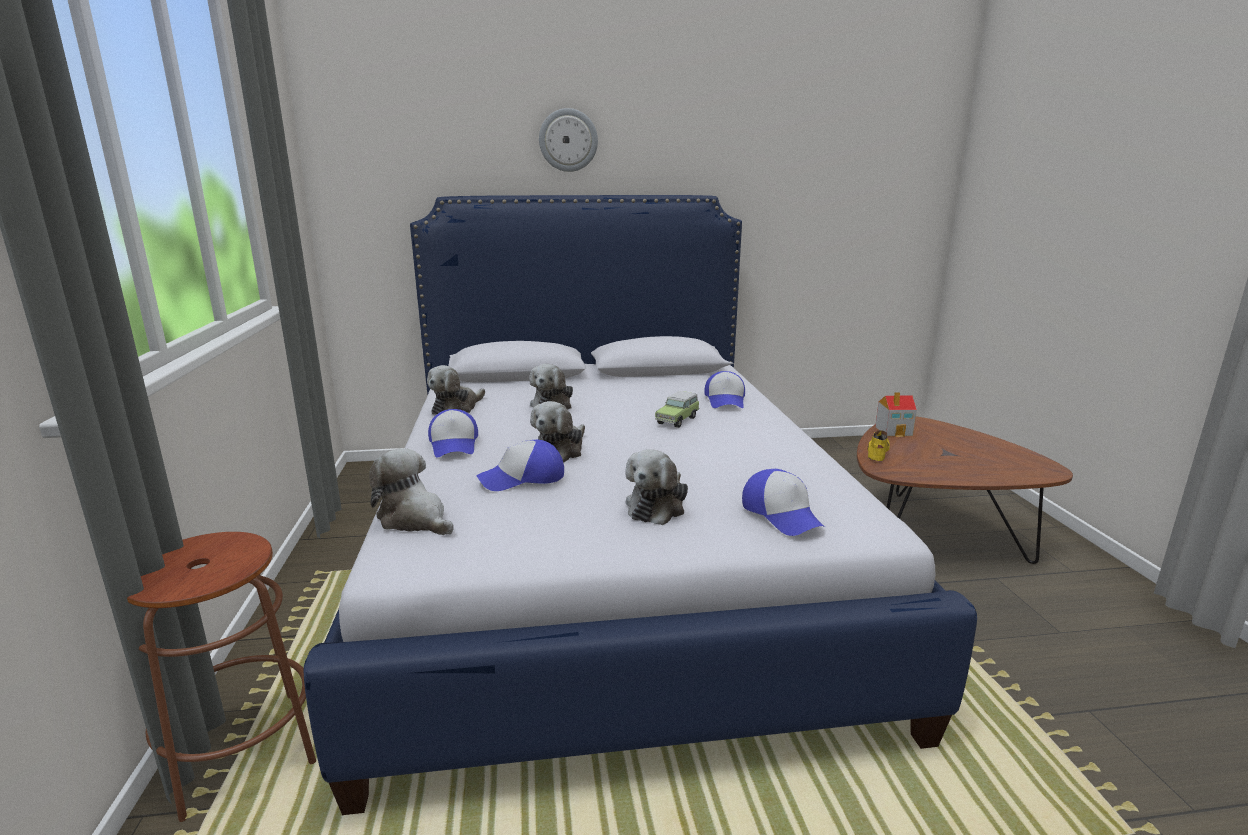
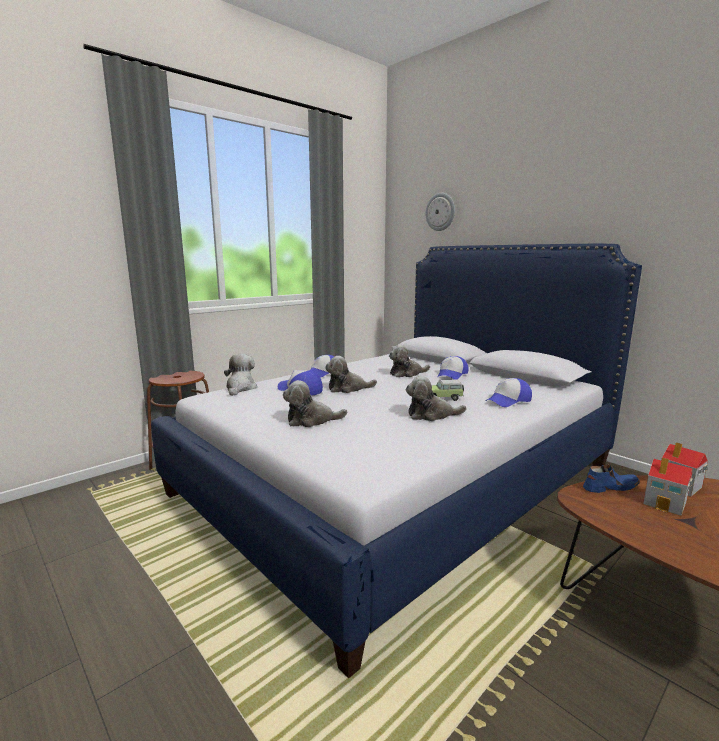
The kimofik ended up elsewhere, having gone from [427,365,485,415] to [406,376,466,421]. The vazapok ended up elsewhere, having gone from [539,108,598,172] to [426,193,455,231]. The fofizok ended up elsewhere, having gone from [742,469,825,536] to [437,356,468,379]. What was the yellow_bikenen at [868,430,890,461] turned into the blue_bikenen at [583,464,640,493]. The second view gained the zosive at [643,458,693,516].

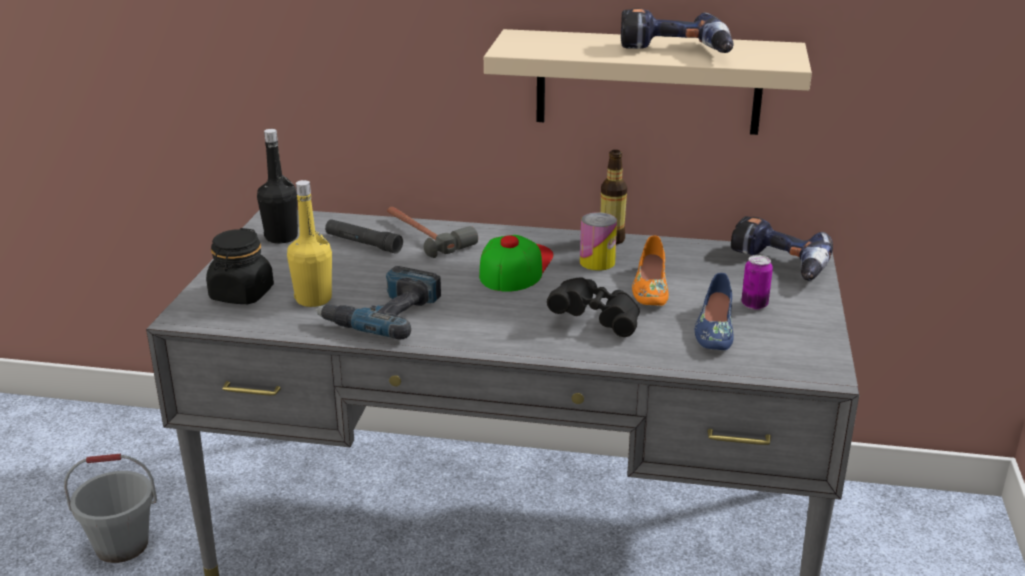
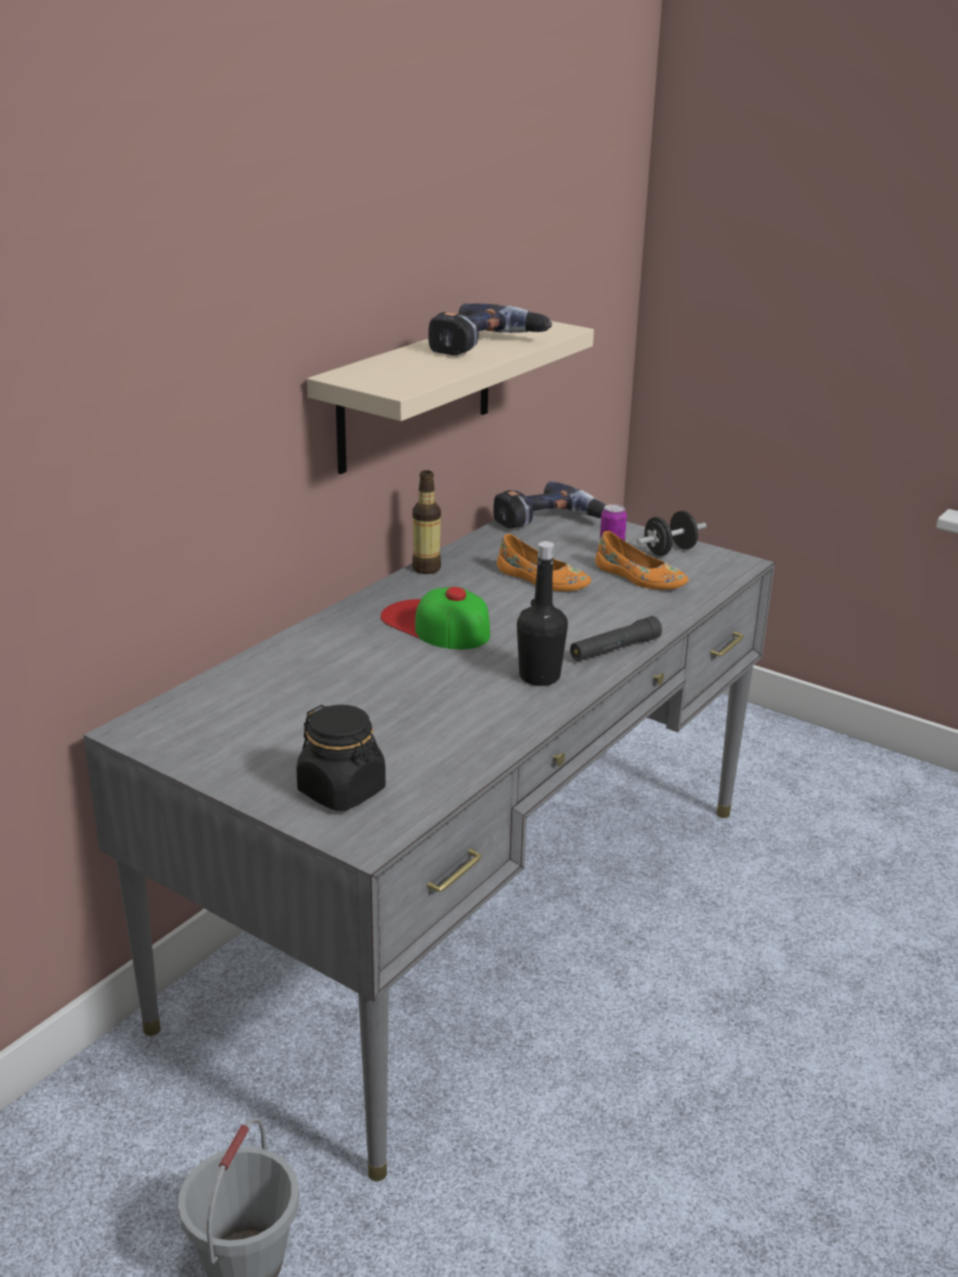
The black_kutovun ended up elsewhere, having gone from [257,129,298,244] to [517,541,568,686]. The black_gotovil ended up elsewhere, having gone from [325,219,403,254] to [570,616,662,661]. What was the blue_bikenen at [695,273,734,350] turned into the orange_bikenen at [595,531,688,590]. The second view gained the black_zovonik at [636,511,706,556]. The second view lost the yellow_kutovun at [287,180,332,307]. The second view lost the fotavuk at [315,266,441,340]. The second view lost the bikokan at [387,207,478,258]. The second view lost the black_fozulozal at [547,277,640,337]. The second view lost the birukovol at [580,212,617,271].

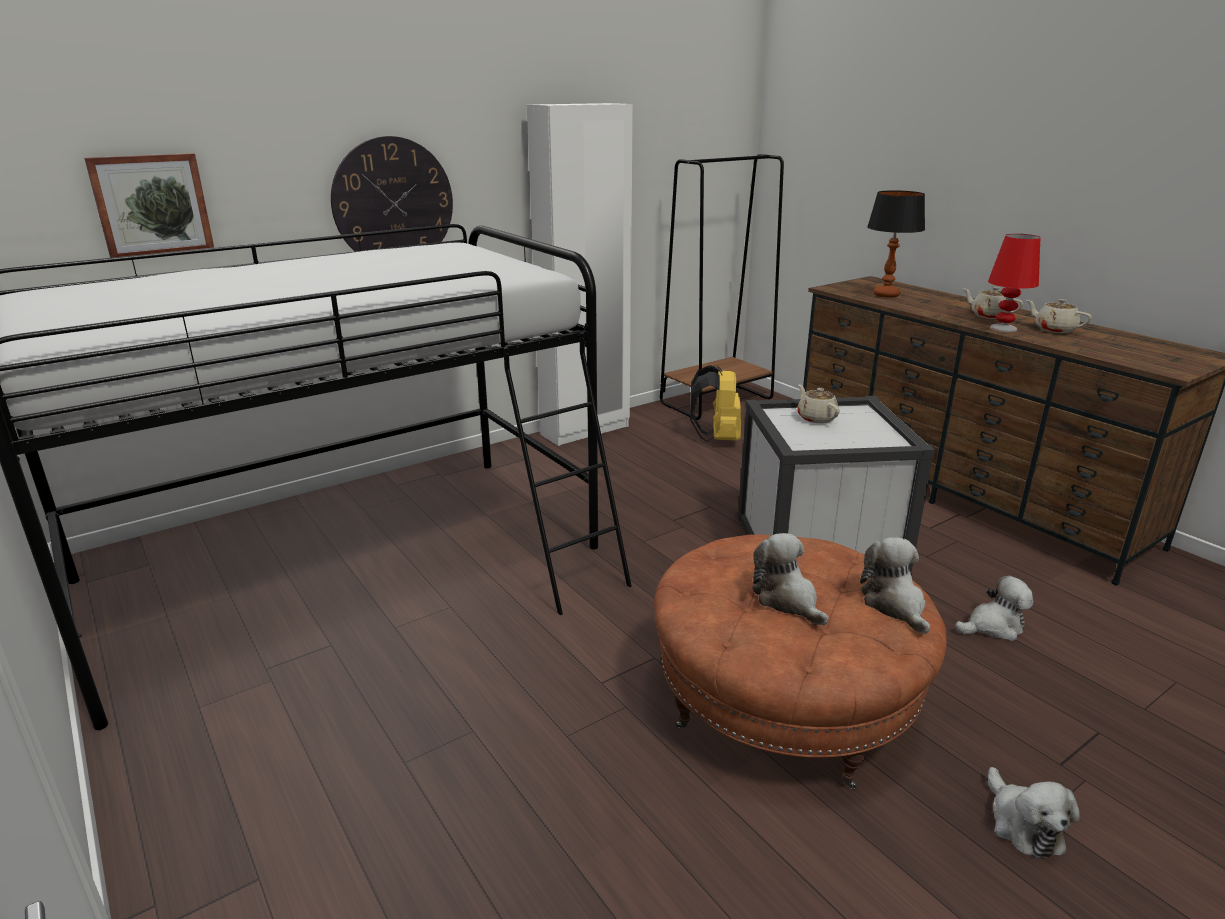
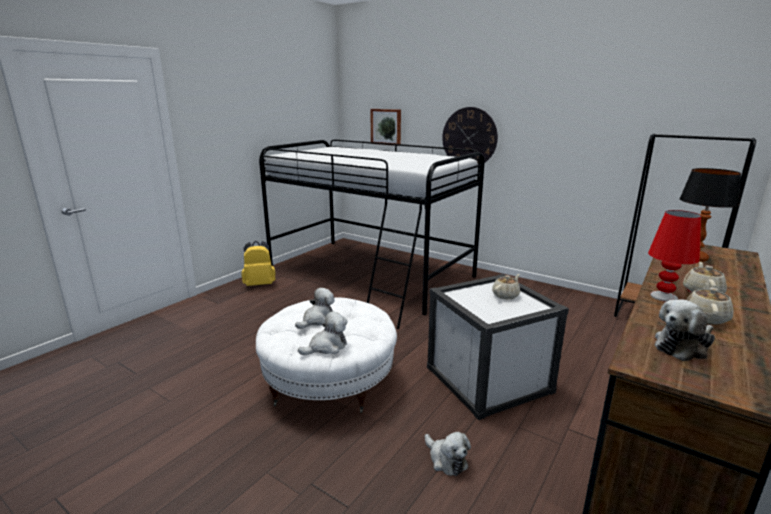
The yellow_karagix ended up elsewhere, having gone from [690,365,741,442] to [242,241,276,286]. What was the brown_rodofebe at [654,534,947,790] turned into the white_rodofebe at [256,297,397,413]. The kimofik ended up elsewhere, having gone from [988,767,1080,859] to [655,299,715,361]. The second view lost the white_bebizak at [527,103,633,446].

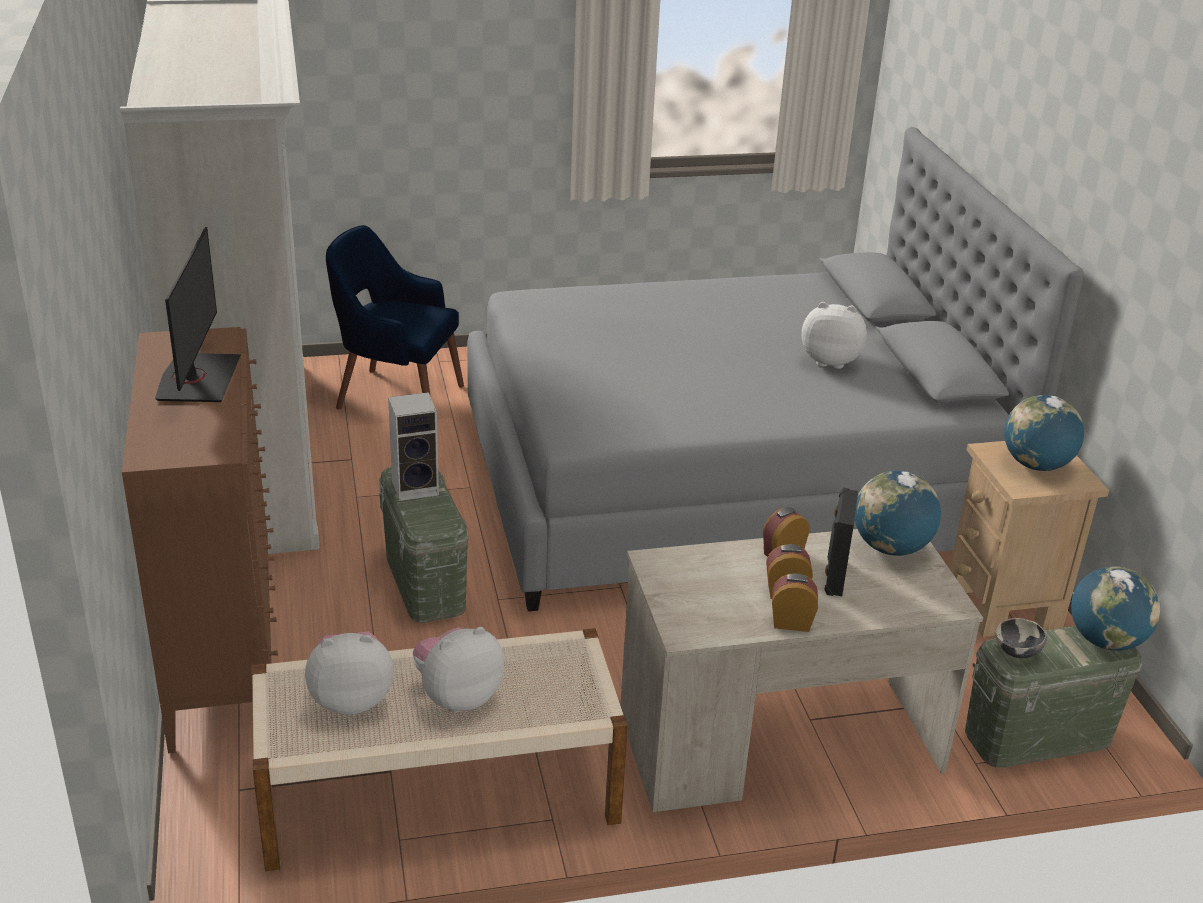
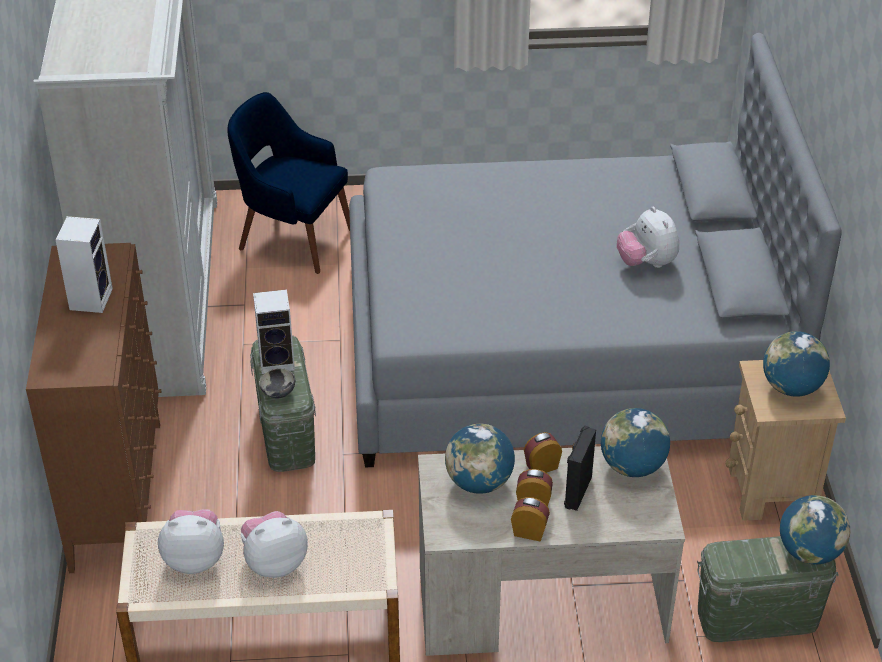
Where the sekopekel stood at [155,227,241,402], the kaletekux came to stand at [55,216,113,313]. The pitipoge ended up elsewhere, having gone from [995,618,1047,659] to [259,368,295,399]. The second view gained the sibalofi at [445,424,515,494]. The kimofik at [802,302,867,369] ended up facing another way, 135 degrees counterclockwise from before.

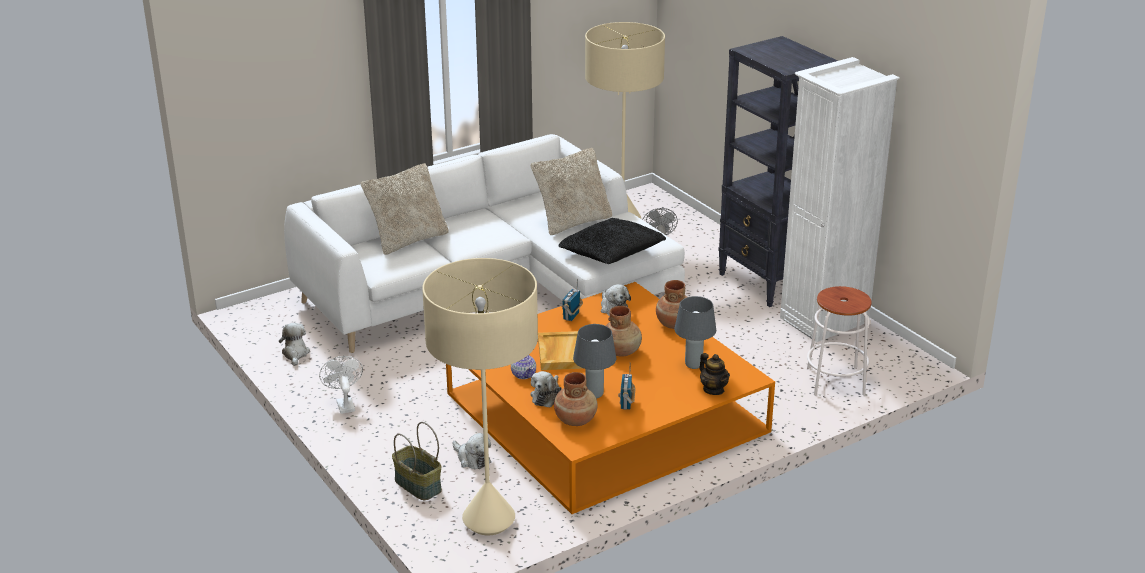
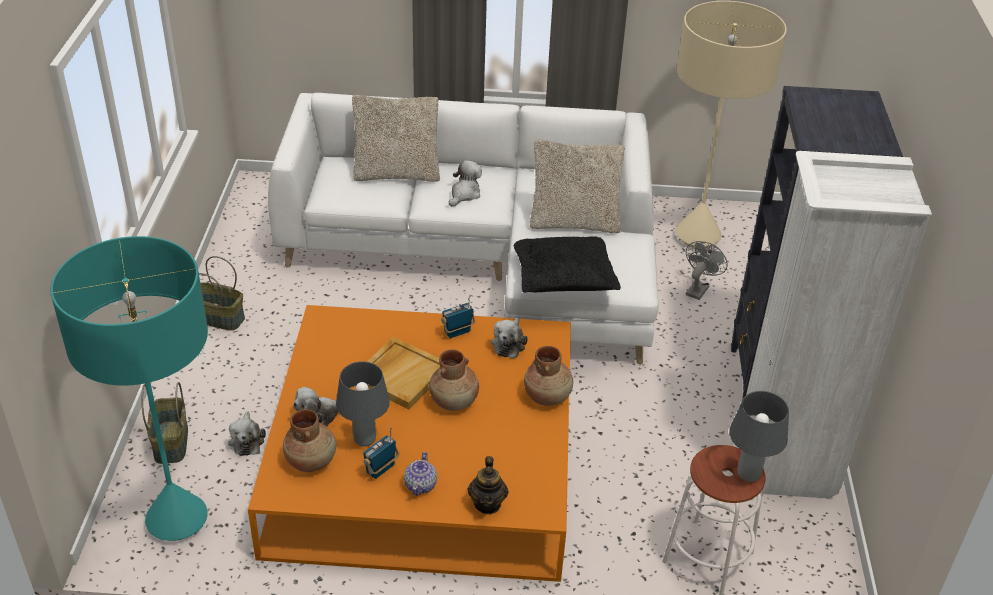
What was the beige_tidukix at [422,258,538,535] turned into the turquoise_tidukix at [51,236,208,541]. Where the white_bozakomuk stood at [319,356,363,414], the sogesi came to stand at [199,256,245,330]. The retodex ended up elsewhere, having gone from [511,355,536,379] to [404,452,437,496]. The kimofik ended up elsewhere, having gone from [279,323,310,366] to [449,160,482,207]. The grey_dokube ended up elsewhere, having gone from [674,296,716,369] to [729,391,789,482].

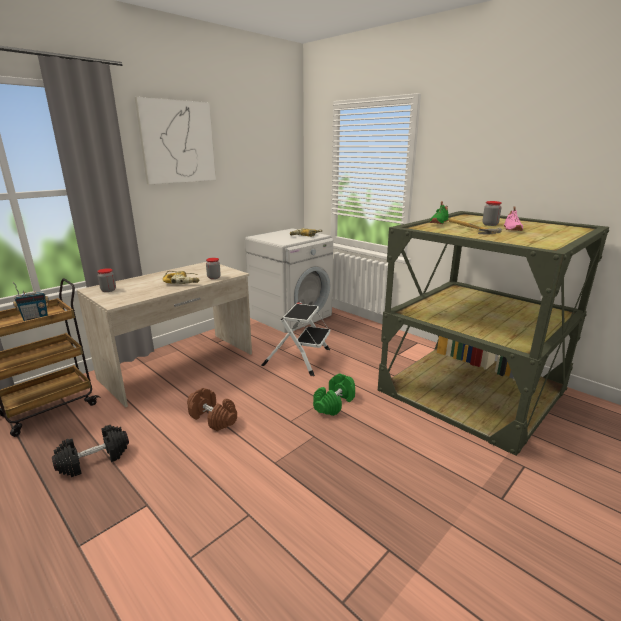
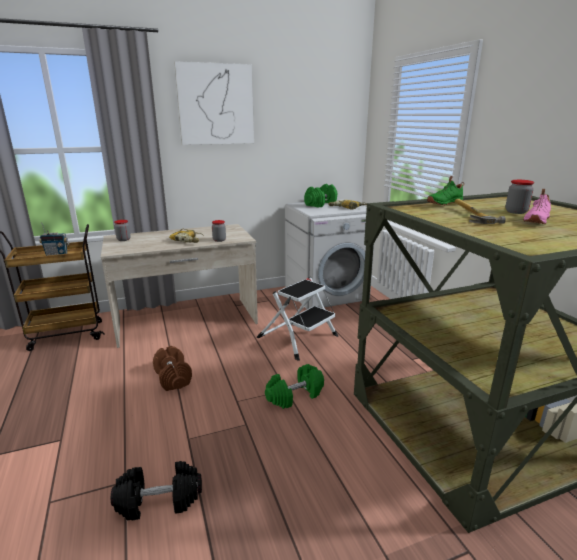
The black_zovonik ended up elsewhere, having gone from [52,425,129,477] to [111,461,202,521]. The second view gained the green_zovonik at [304,184,337,208].

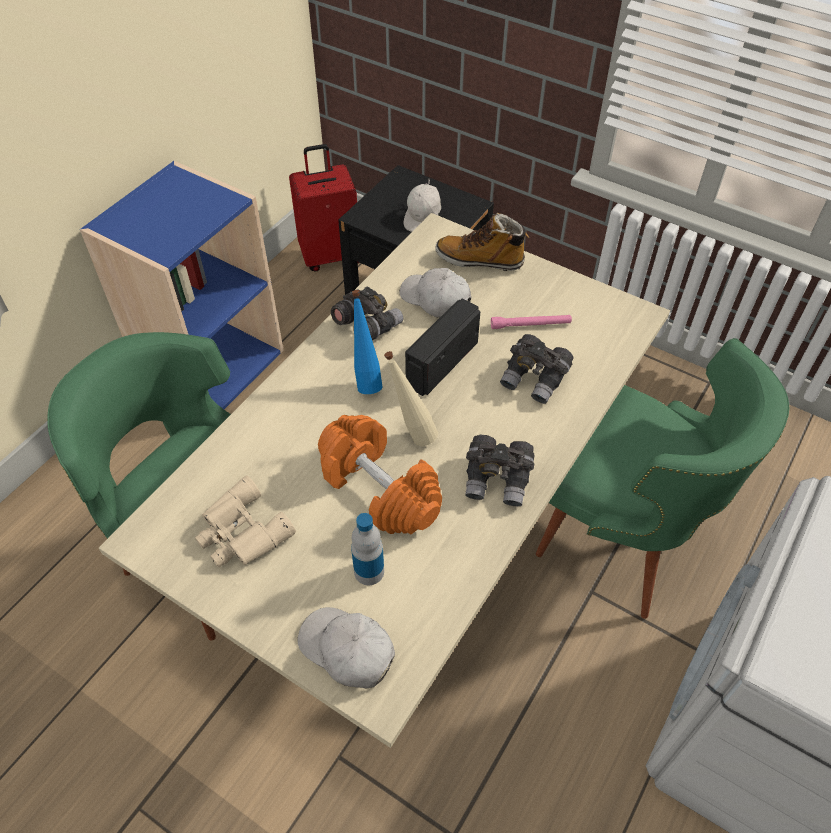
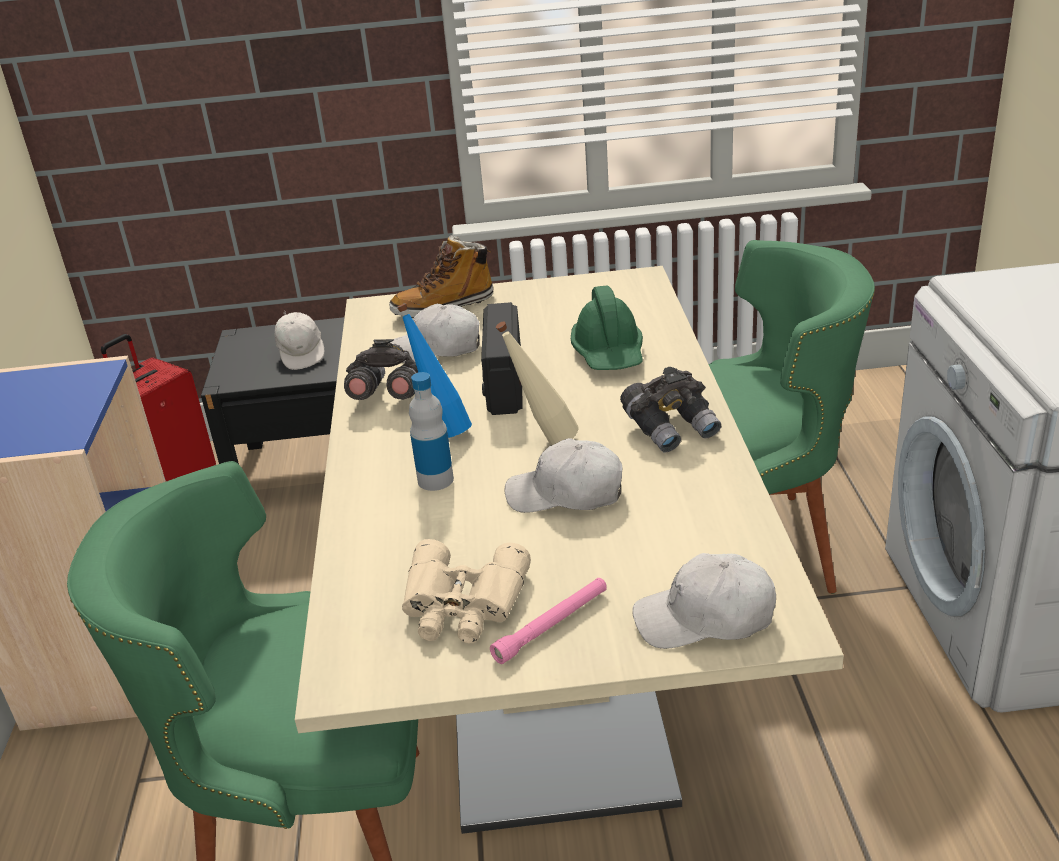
The kutovun ended up elsewhere, having gone from [351,513,384,585] to [409,372,454,491]. The pink_gotovil ended up elsewhere, having gone from [491,315,572,329] to [490,578,607,664]. Where the orange_zovonik stood at [318,415,442,534], the white_fofizok came to stand at [505,438,623,513]. Where the grey_fozulozal stood at [500,334,574,404], the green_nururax came to stand at [571,286,643,370].

